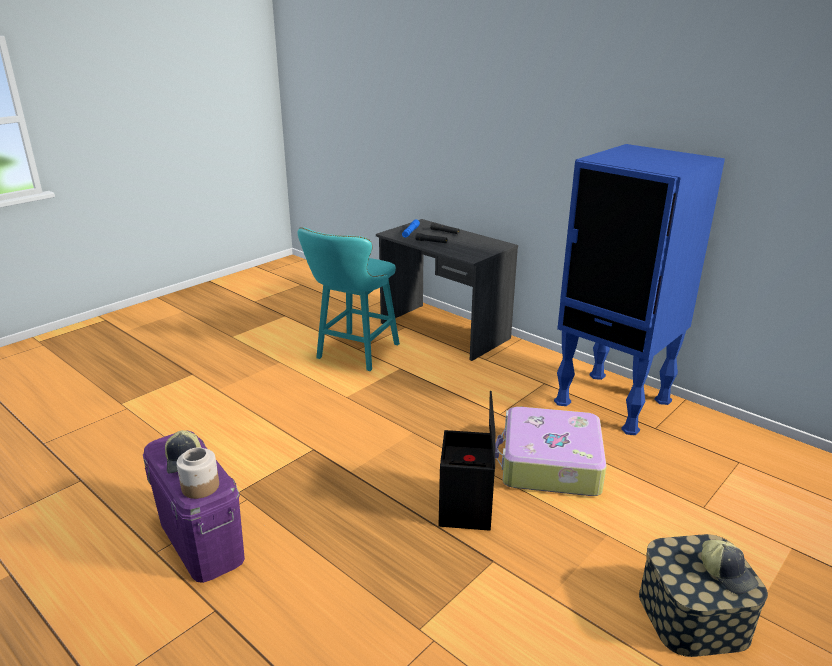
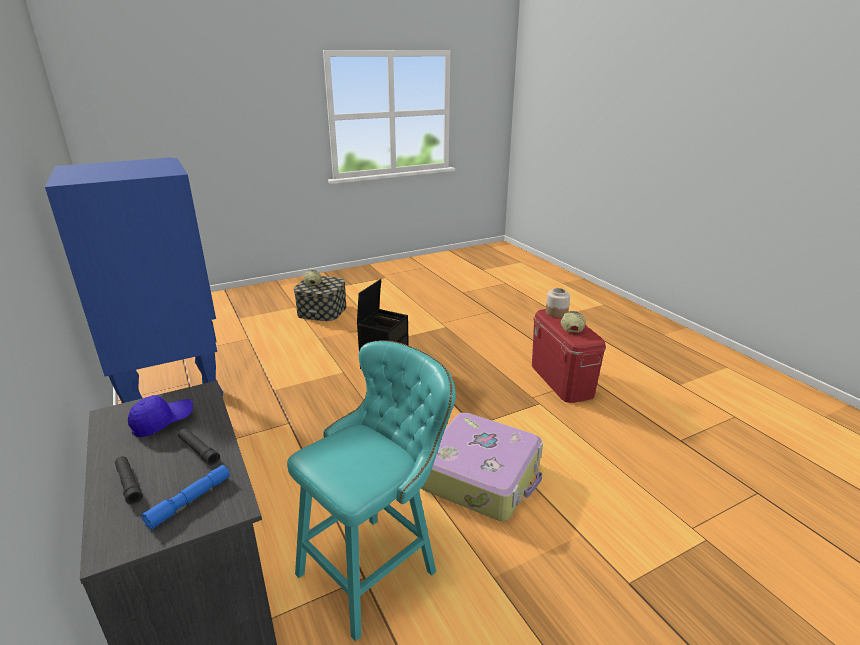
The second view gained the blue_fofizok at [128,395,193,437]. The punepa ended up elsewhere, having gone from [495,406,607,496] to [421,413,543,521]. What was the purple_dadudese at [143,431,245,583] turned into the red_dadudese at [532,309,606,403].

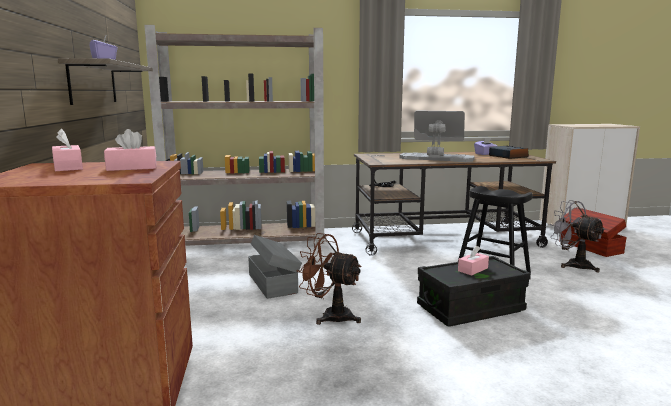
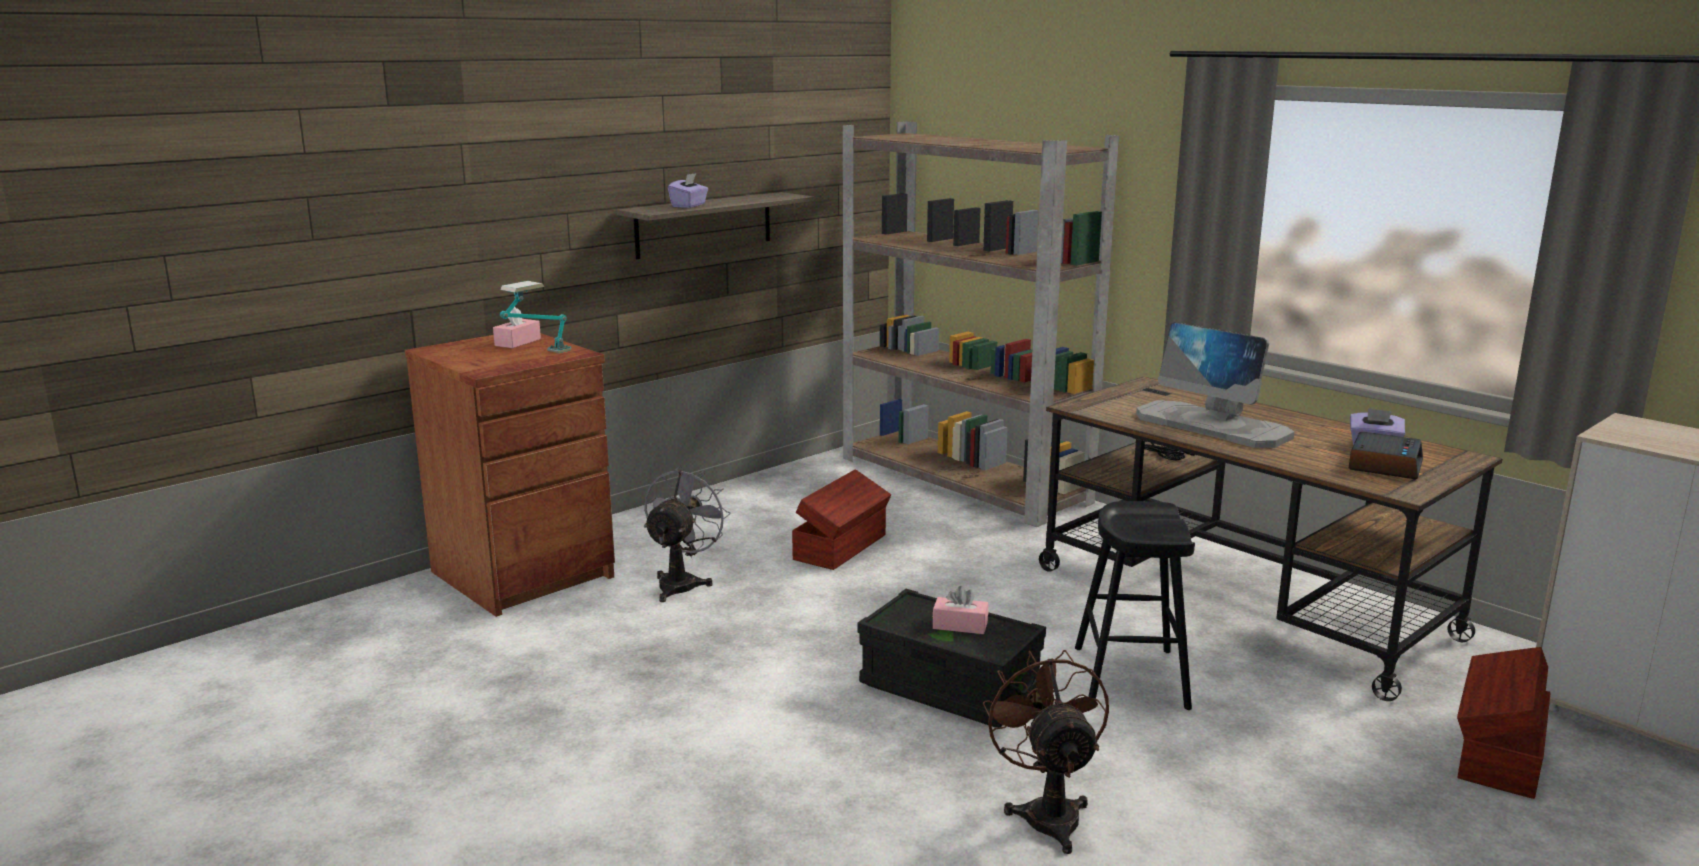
Where the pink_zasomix stood at [104,129,157,171], the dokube came to stand at [500,281,572,353]. The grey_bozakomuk ended up elsewhere, having gone from [550,200,605,273] to [644,466,731,602]. What was the grey_dadudese at [248,235,302,299] turned into the brown_dadudese at [792,469,891,570]. The brown_bozakomuk ended up elsewhere, having gone from [297,233,362,325] to [983,650,1109,854]. The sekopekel at [399,111,475,162] ended up facing another way, 150 degrees clockwise from before.

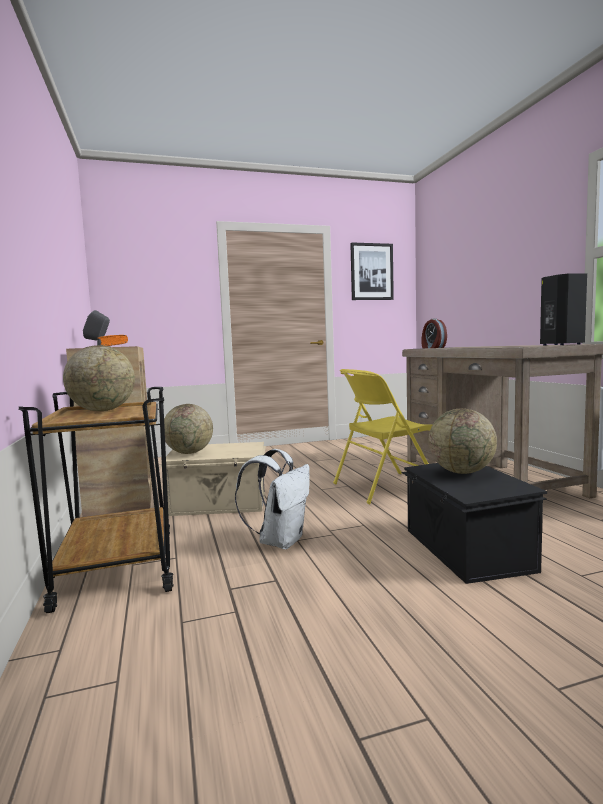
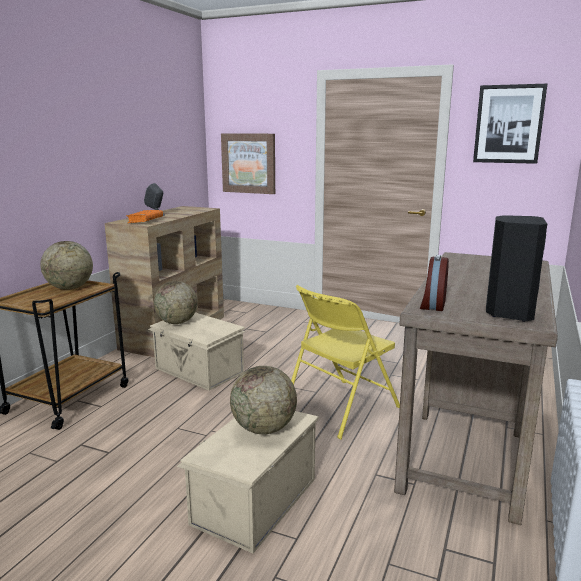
What was the black_dadudese at [401,463,547,584] turned into the beige_dadudese at [177,411,318,554]. The second view gained the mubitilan at [221,133,275,194]. The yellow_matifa at [333,369,433,504] ended up facing another way, 60 degrees counterclockwise from before. The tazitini ended up elsewhere, having gone from [421,318,447,348] to [420,255,449,311]. The second view lost the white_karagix at [235,449,310,549].

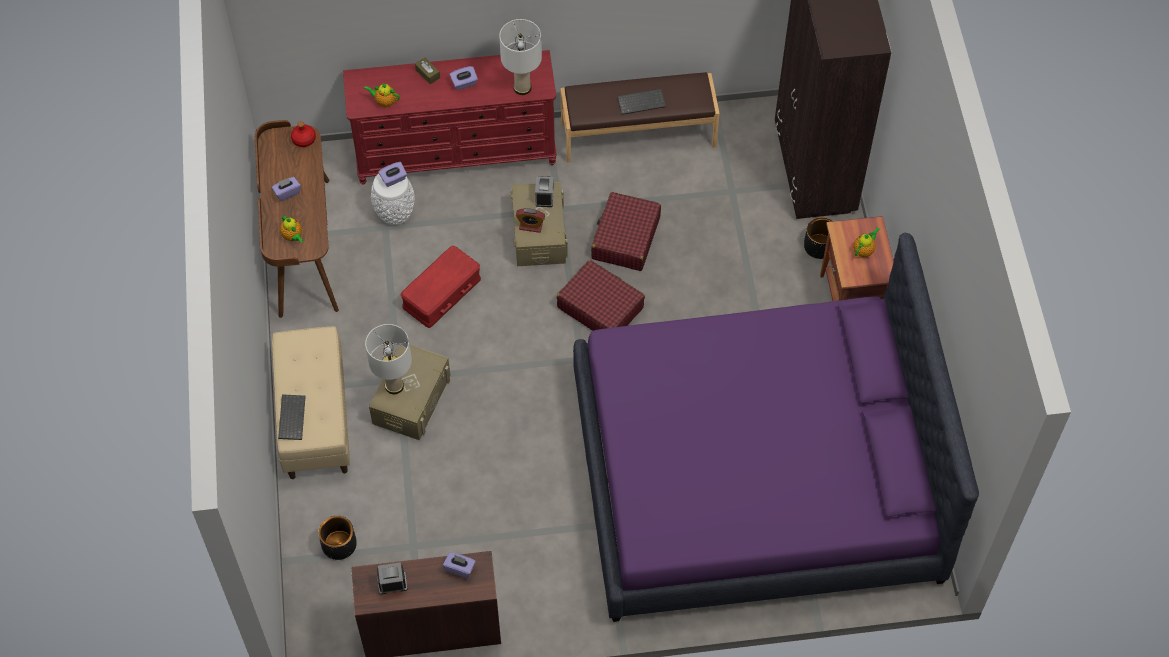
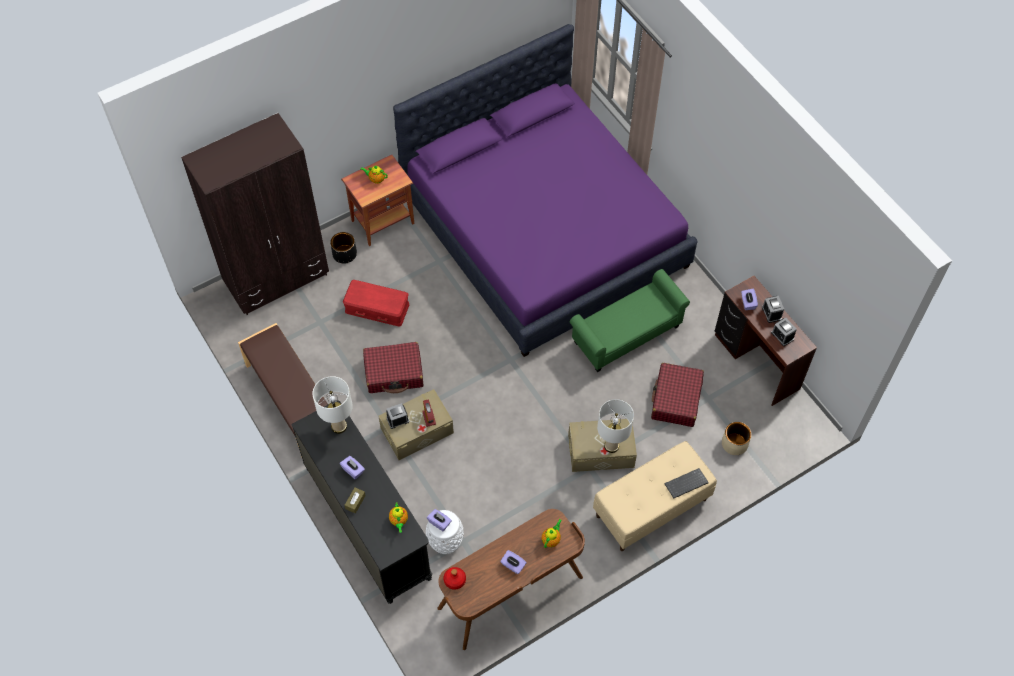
What was the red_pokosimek at [343,50,557,185] turned into the black_pokosimek at [291,400,432,604]. The red_dadudese ended up elsewhere, having gone from [400,246,481,328] to [343,280,409,327]. The second view gained the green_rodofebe at [570,269,690,372]. The red_punepa ended up elsewhere, having gone from [557,260,645,331] to [651,363,704,427]. What was the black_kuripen at [318,516,357,560] turned into the beige_kuripen at [722,422,752,455]. The second view gained the tazitini at [762,296,784,323]. The second view lost the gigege at [617,89,666,115].

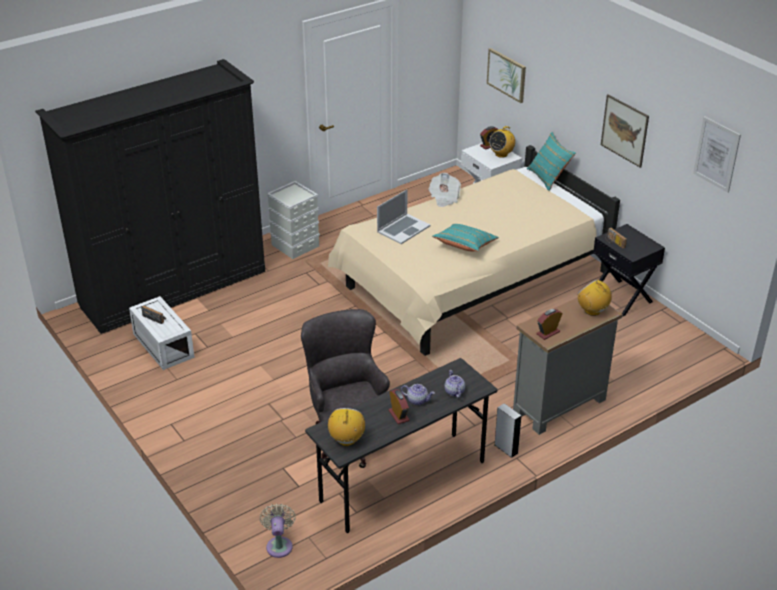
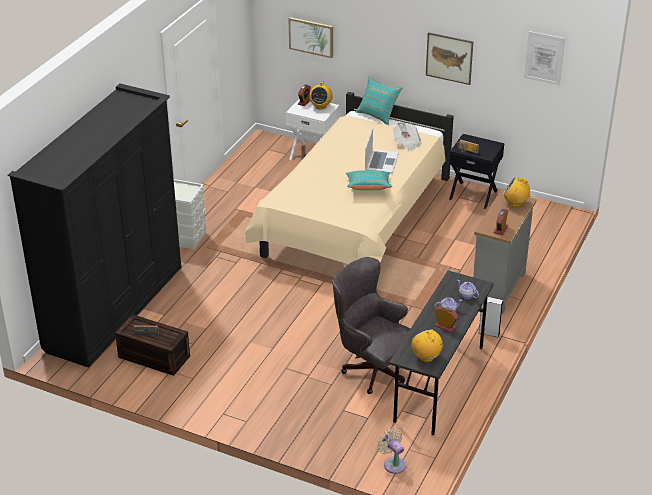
What was the white_dadudese at [129,296,195,370] turned into the brown_dadudese at [115,314,190,376]. The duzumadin ended up elsewhere, having gone from [377,189,430,244] to [365,129,399,174]. The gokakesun ended up elsewhere, having gone from [428,173,461,207] to [393,122,422,151].

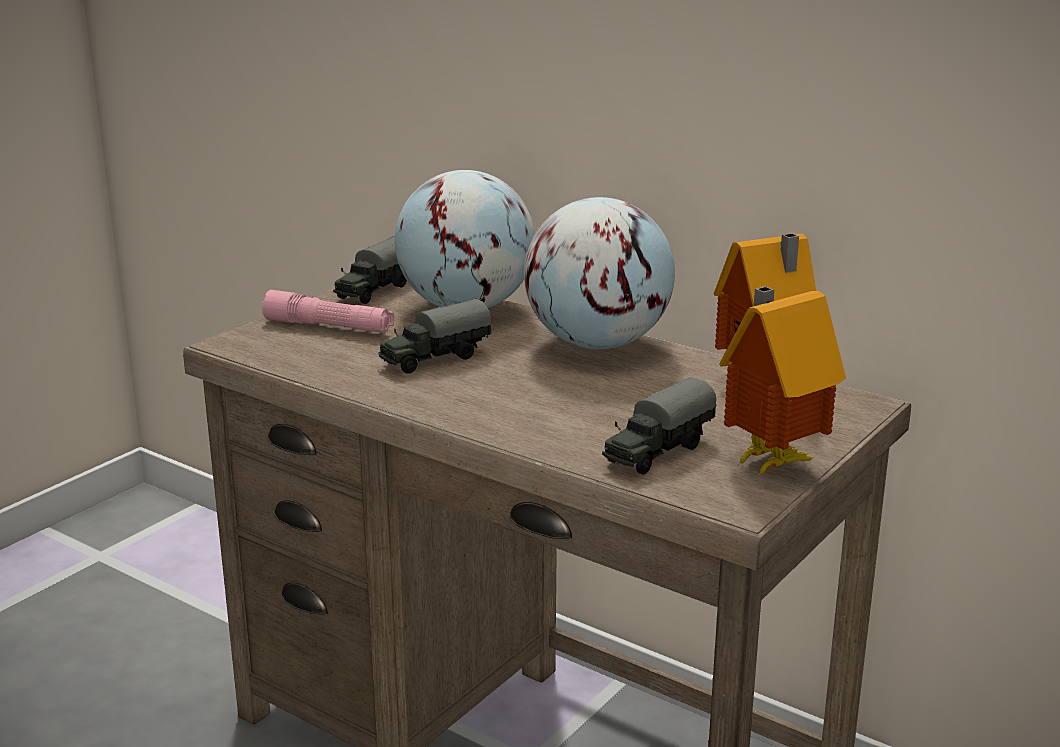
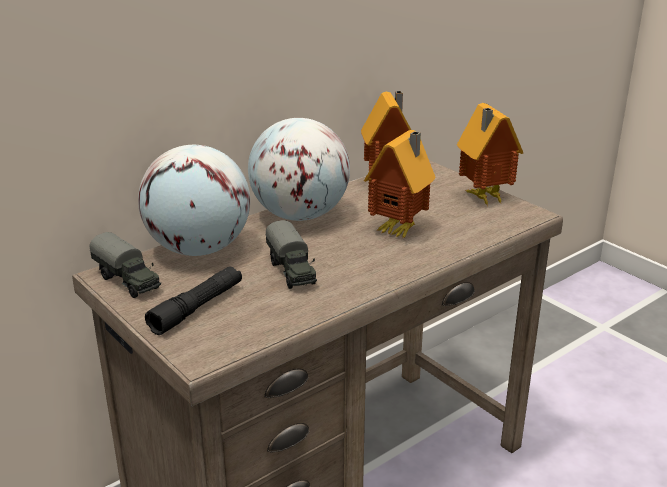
What was the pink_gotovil at [262,290,395,333] turned into the black_gotovil at [145,266,242,335]. The second view gained the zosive at [364,130,436,238]. The second view lost the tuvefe at [602,377,717,474].

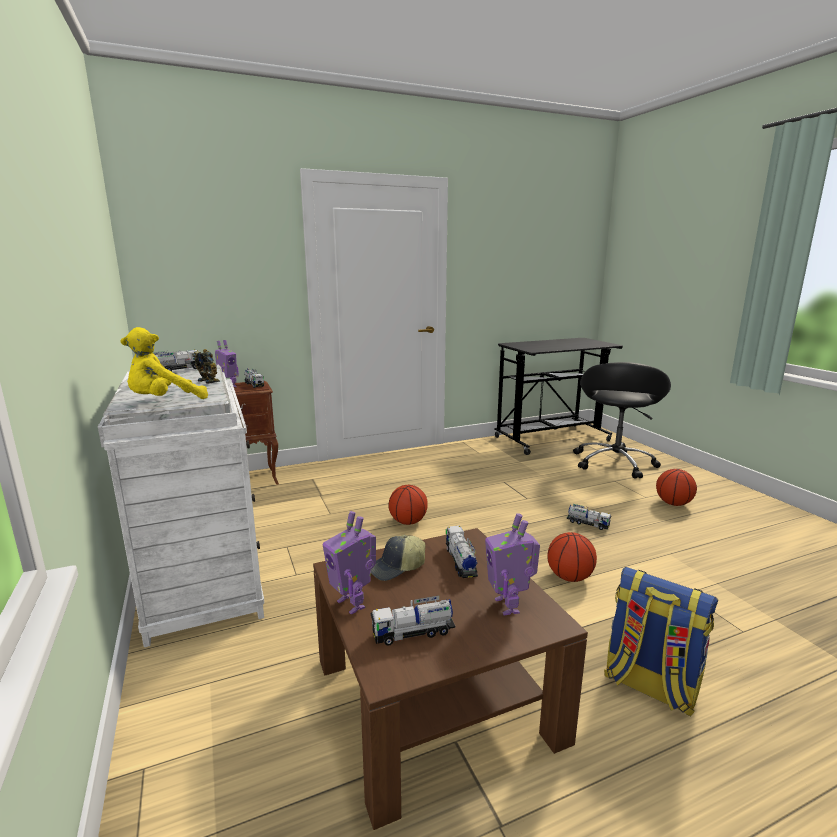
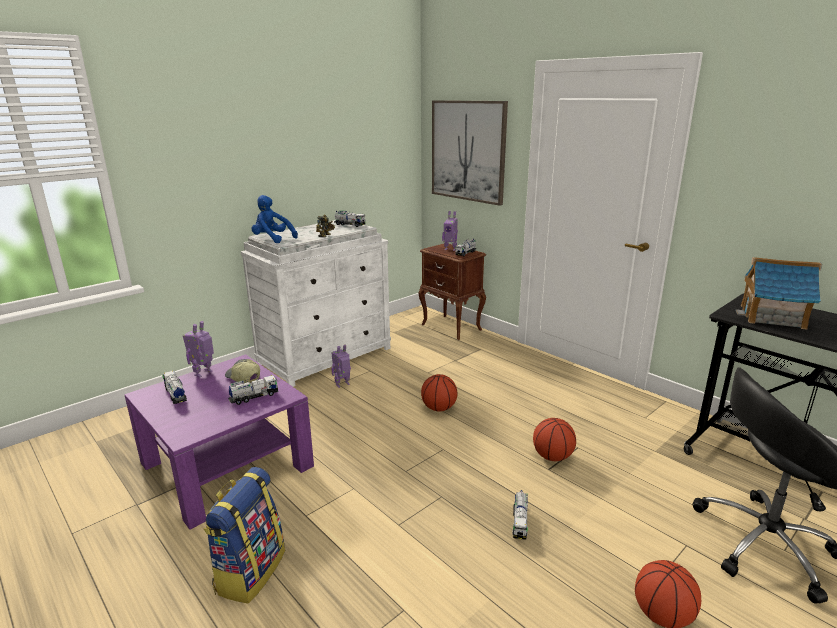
What was the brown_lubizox at [313,528,588,830] turned into the purple_lubizox at [124,354,314,530]. What was the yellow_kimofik at [120,327,208,399] turned into the blue_kimofik at [251,195,298,243]. The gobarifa ended up elsewhere, having gone from [485,513,540,616] to [331,344,351,388]. The second view gained the mubitilan at [432,100,508,206]. The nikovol ended up elsewhere, having gone from [547,532,597,582] to [533,418,576,461]. The second view gained the zosive at [735,257,822,330].

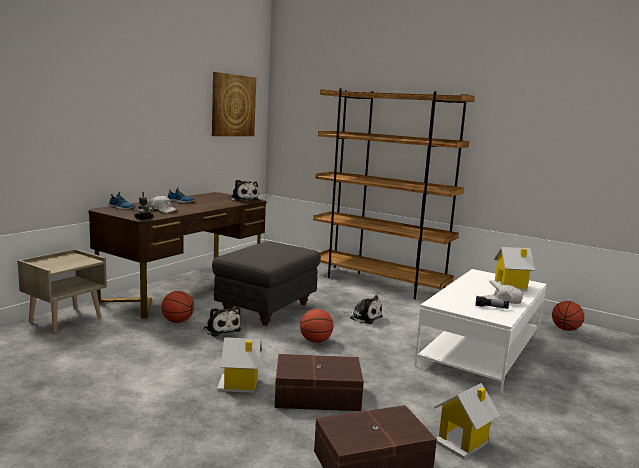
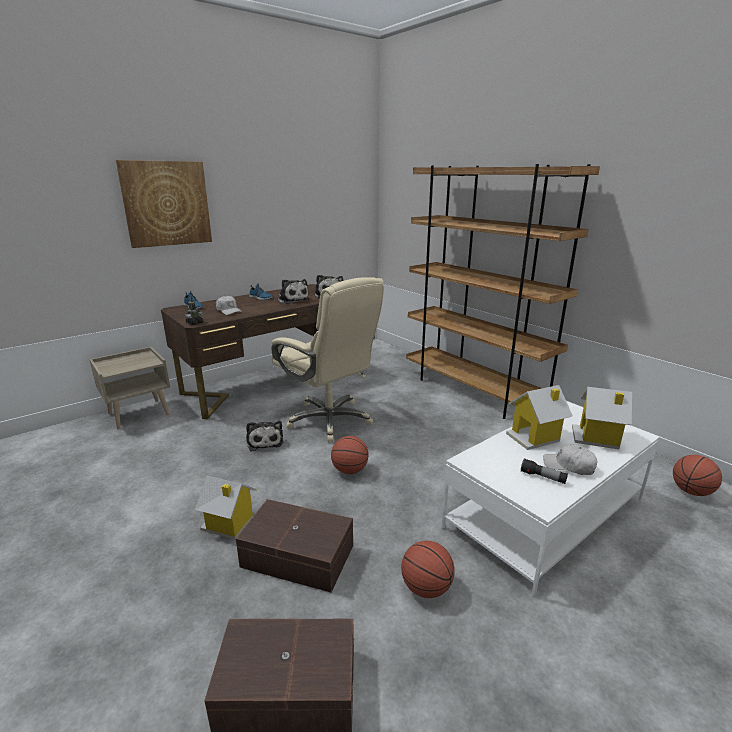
The mubitilan ended up elsewhere, having gone from [212,72,256,136] to [116,160,212,248]. Where the grey_rodofebe stood at [212,241,321,326], the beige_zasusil came to stand at [271,277,384,442]. The kimofik ended up elsewhere, having gone from [345,295,383,324] to [277,279,309,304]. The nikovol ended up elsewhere, having gone from [161,291,194,323] to [401,541,455,598]. The zosive ended up elsewhere, having gone from [434,383,500,459] to [506,385,573,450].

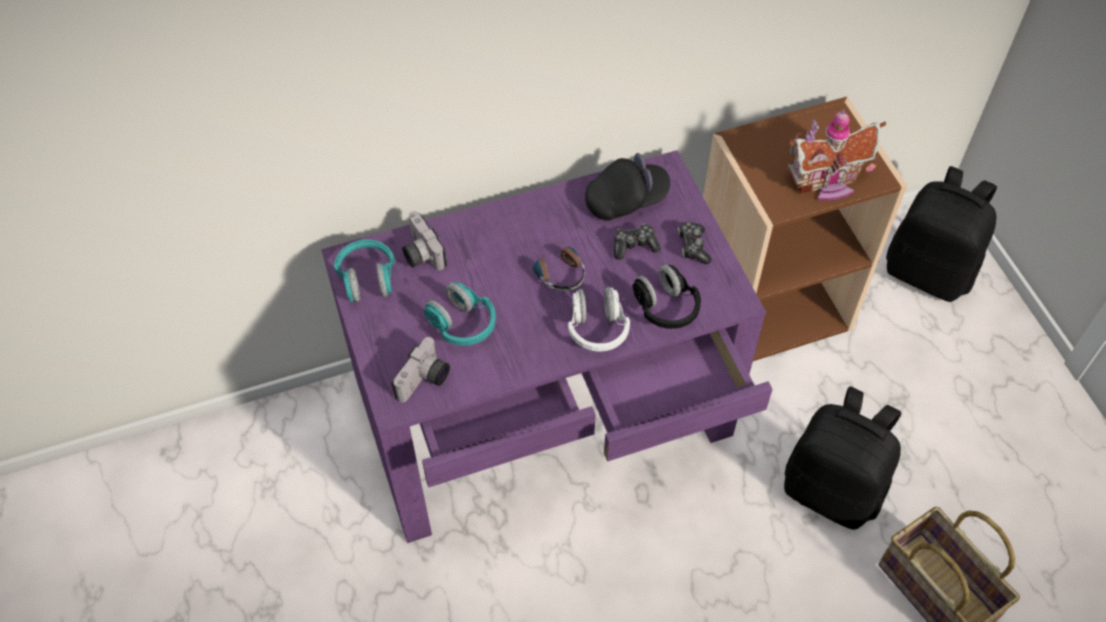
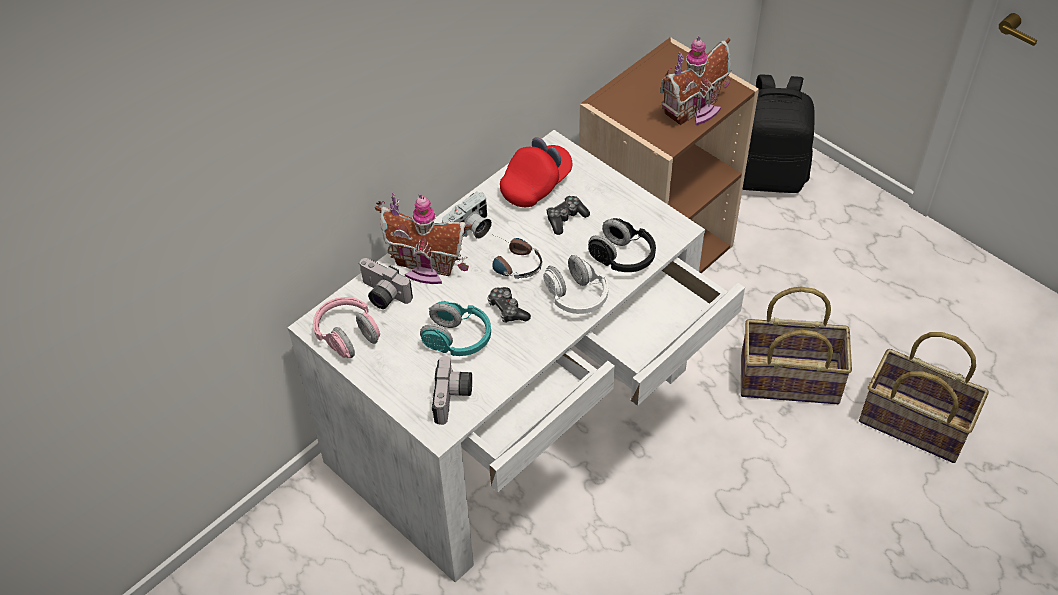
What was the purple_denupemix at [321,150,773,543] turned into the white_denupemix at [288,130,745,582]. What was the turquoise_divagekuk at [334,239,395,302] turned into the pink_divagekuk at [313,297,380,358]. The second view gained the zosive at [375,192,472,284]. The second view gained the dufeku at [442,192,492,239]. The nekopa ended up elsewhere, having gone from [678,222,711,264] to [487,287,531,323]. What was the black_fofizok at [585,153,670,221] turned into the red_fofizok at [500,137,572,207]. Where the black_karagix stood at [784,386,901,530], the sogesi came to stand at [741,286,852,404].

